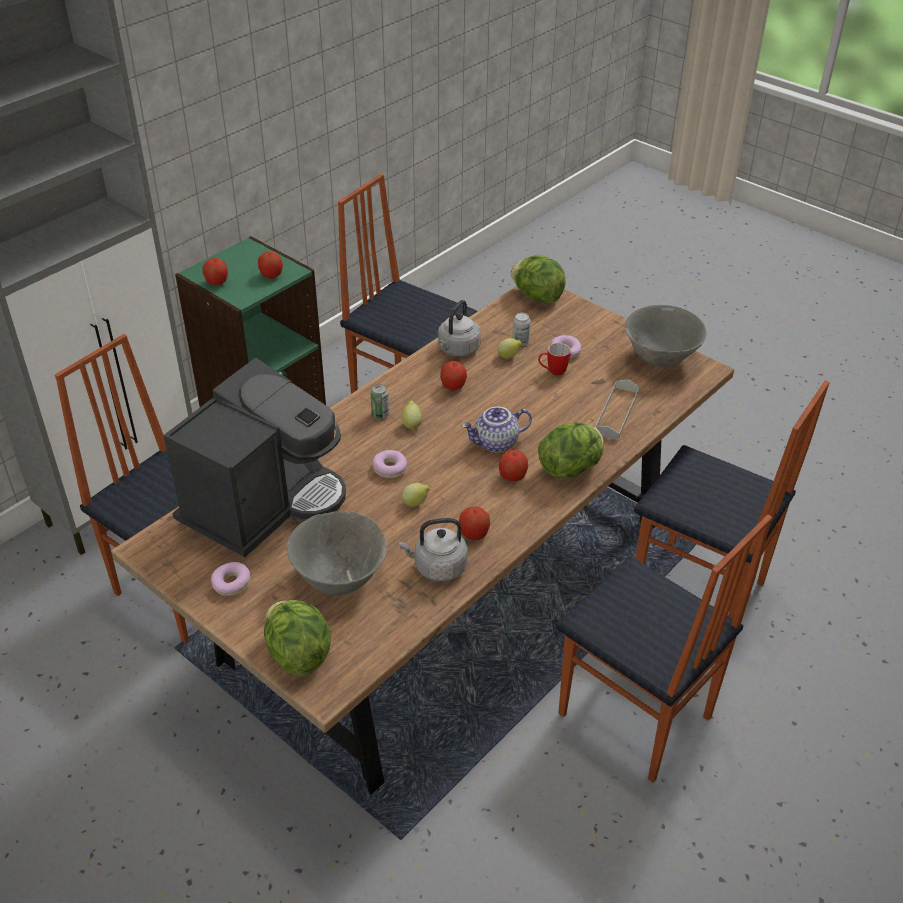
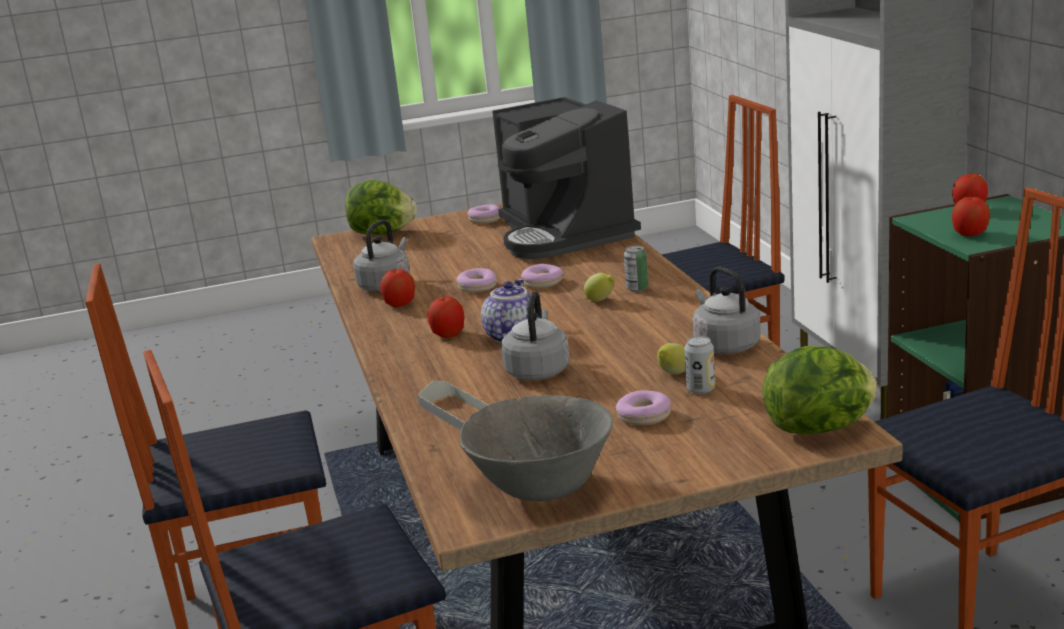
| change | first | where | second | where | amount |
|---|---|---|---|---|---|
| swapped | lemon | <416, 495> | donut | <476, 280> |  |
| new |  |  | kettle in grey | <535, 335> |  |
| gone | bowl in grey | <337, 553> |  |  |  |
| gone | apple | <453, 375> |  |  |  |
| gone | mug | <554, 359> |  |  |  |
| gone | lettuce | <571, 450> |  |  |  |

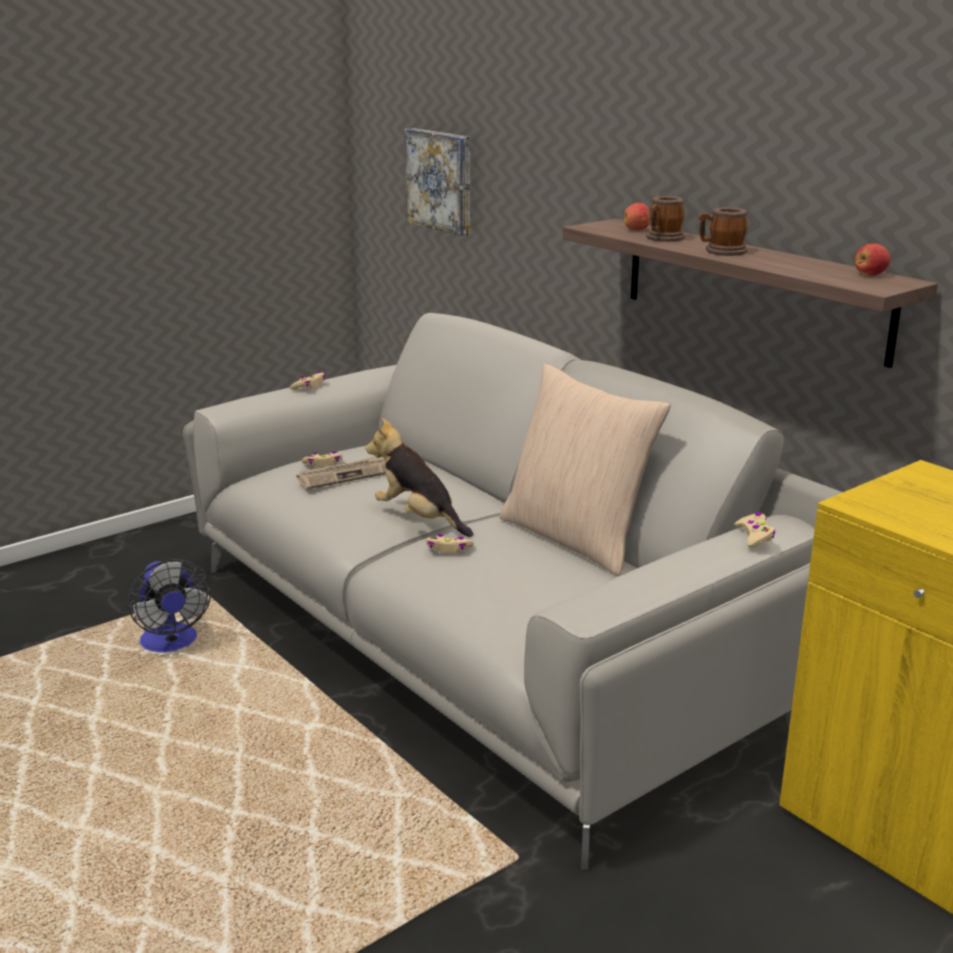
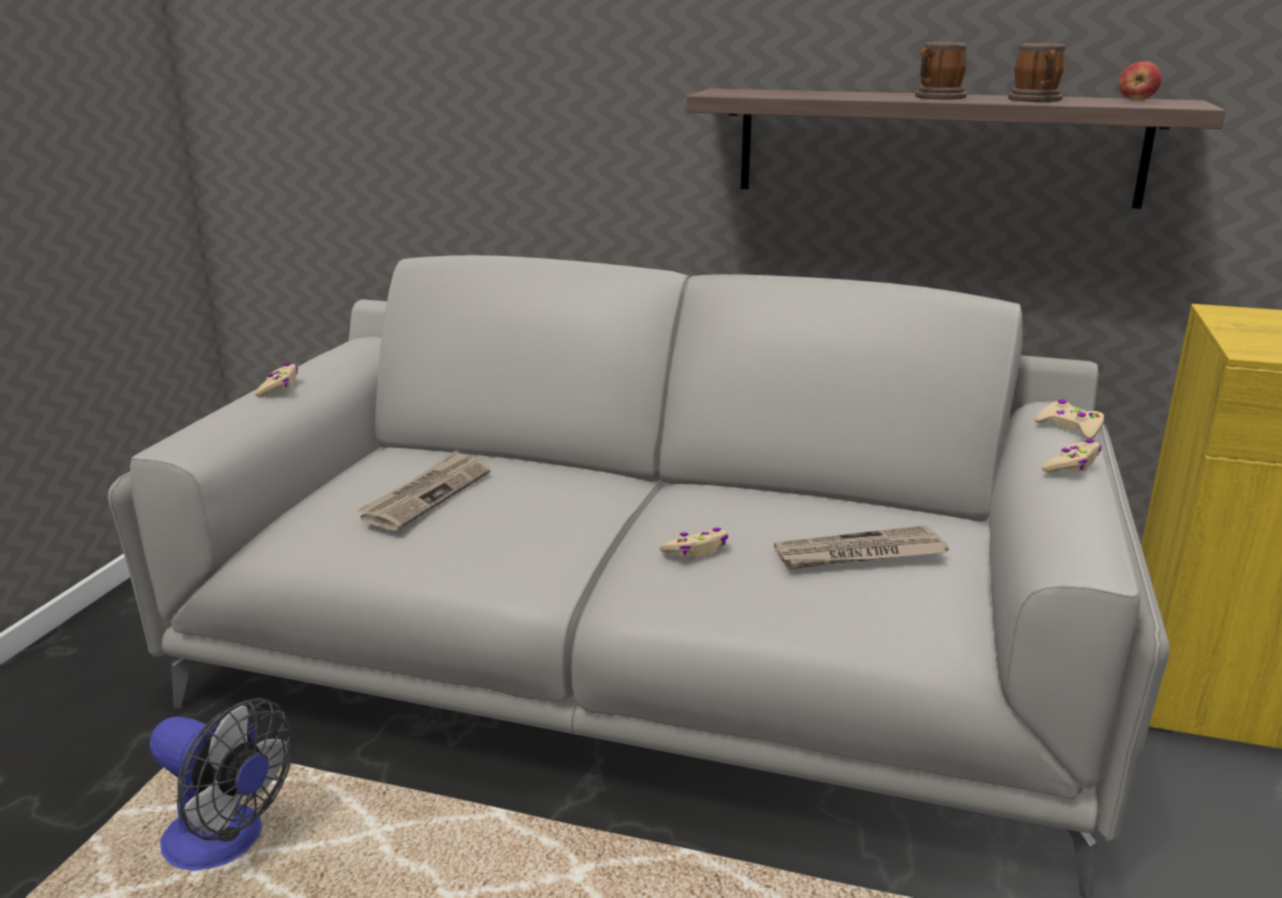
| change | first | where | second | where | amount |
|---|---|---|---|---|---|
| new |  |  | newspaper | <861, 547> |  |
| shifted | mug | <665, 219> |  | <1036, 72> |  |
| shifted | game controller in beige | <322, 459> |  | <1071, 456> |  |
| gone | plush toy | <419, 477> |  |  |  |
| gone | picture | <437, 182> |  |  |  |
| gone | pillow in beige | <585, 469> |  |  |  |
| gone | apple | <637, 216> |  |  |  |

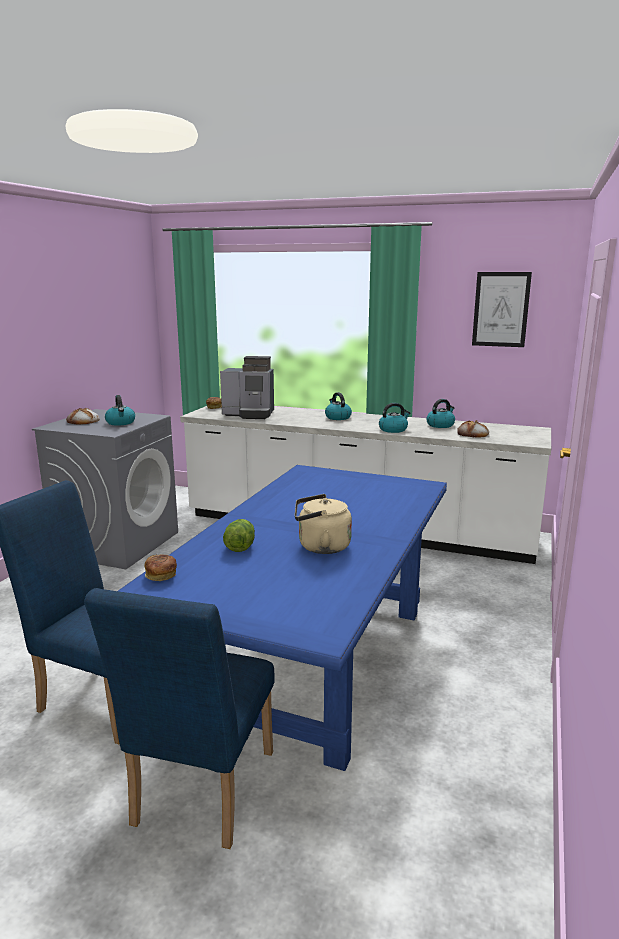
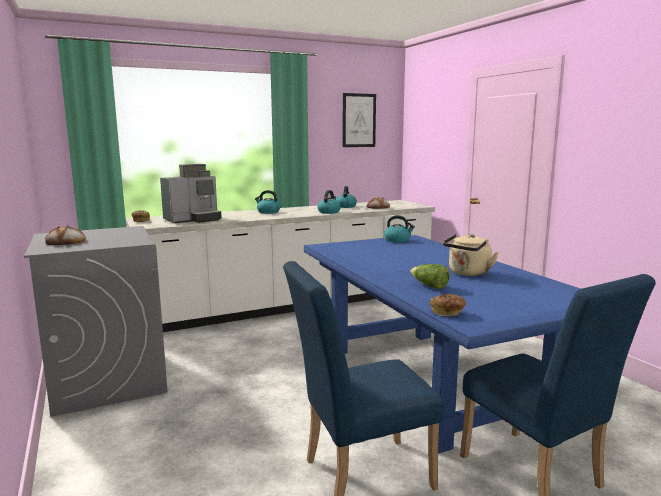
| change | first | where | second | where | amount |
|---|---|---|---|---|---|
| shifted | kettle | <120, 410> |  | <399, 229> |  |

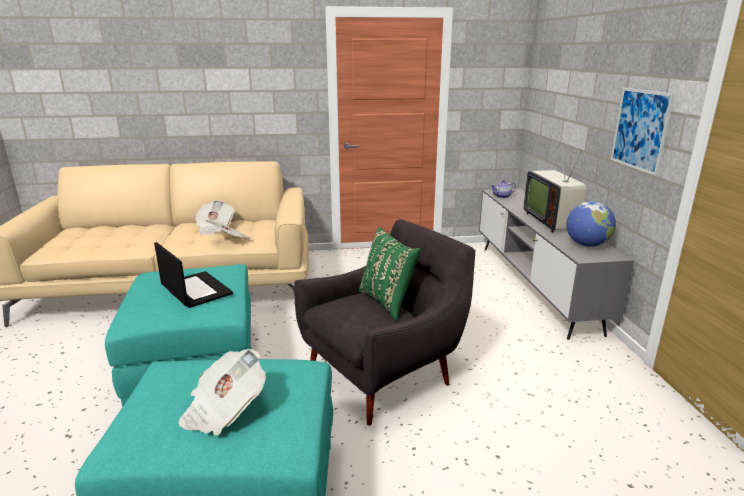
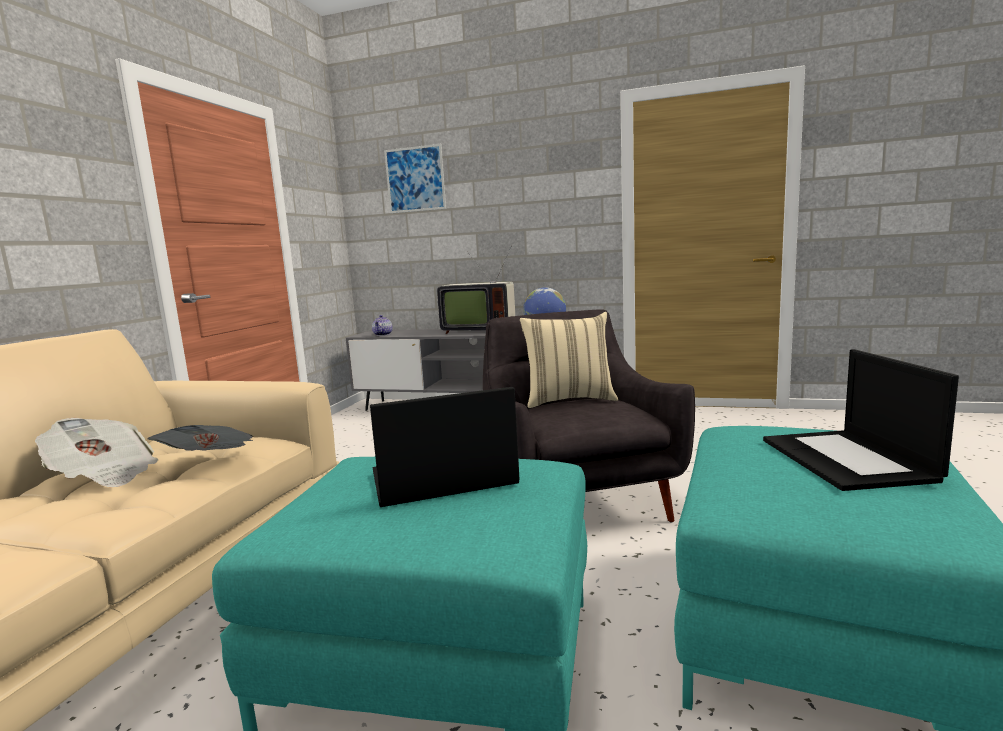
| change | first | where | second | where | amount |
|---|---|---|---|---|---|
| shifted | picture | <643, 132> |  | <415, 178> |  |
| repainted | pillow in green | <390, 273> | pillow in beige | <569, 360> |  |
| swapped | newspaper | <222, 392> | laptop | <861, 420> |  |

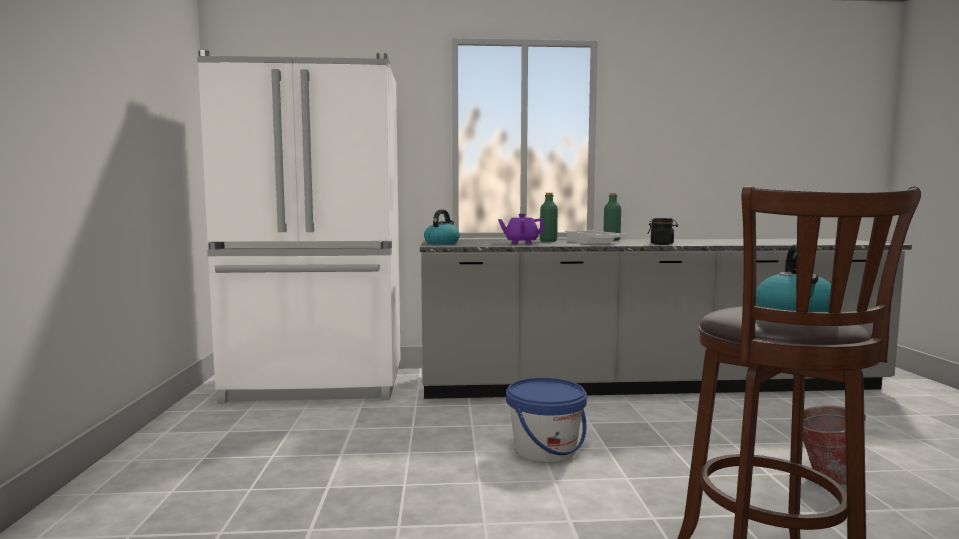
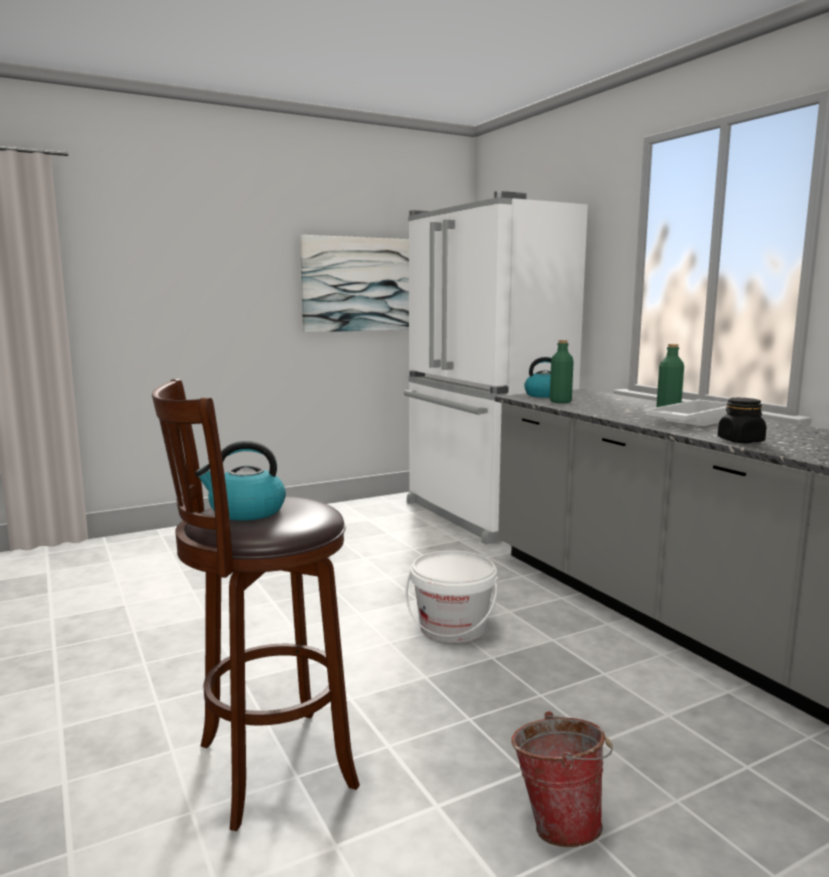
| change | first | where | second | where | amount |
|---|---|---|---|---|---|
| new |  |  | picture | <354, 283> |  |
| repainted | bucket in blue | <546, 420> | bucket in white | <451, 596> |  |
| shifted | bottle in green | <612, 217> |  | <562, 371> |  |
| gone | teapot in purple | <521, 228> |  |  |  |

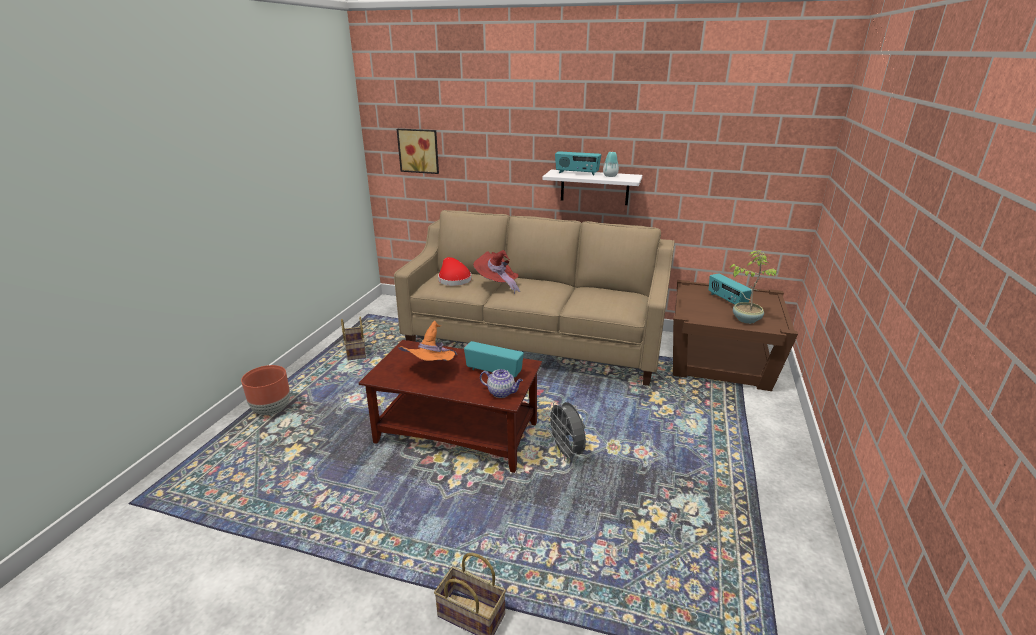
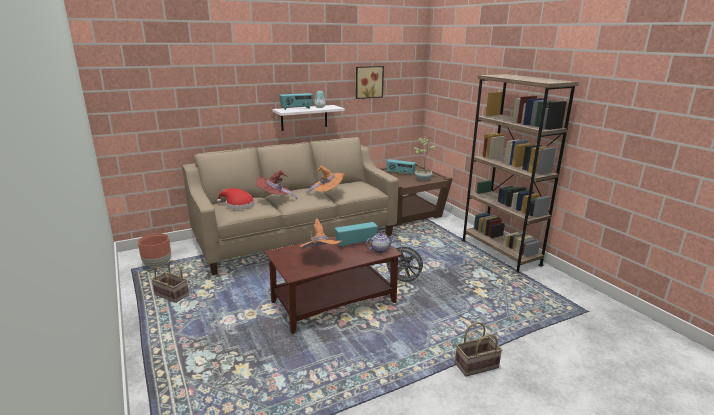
| change | first | where | second | where | amount |
|---|---|---|---|---|---|
| shifted | planter in brown | <265, 390> |  | <154, 250> |  |
| new |  |  | hat in orange | <325, 180> |  |
| shifted | picture | <418, 151> |  | <370, 82> |  |
| new |  |  | bookcase in brown | <520, 173> |  |

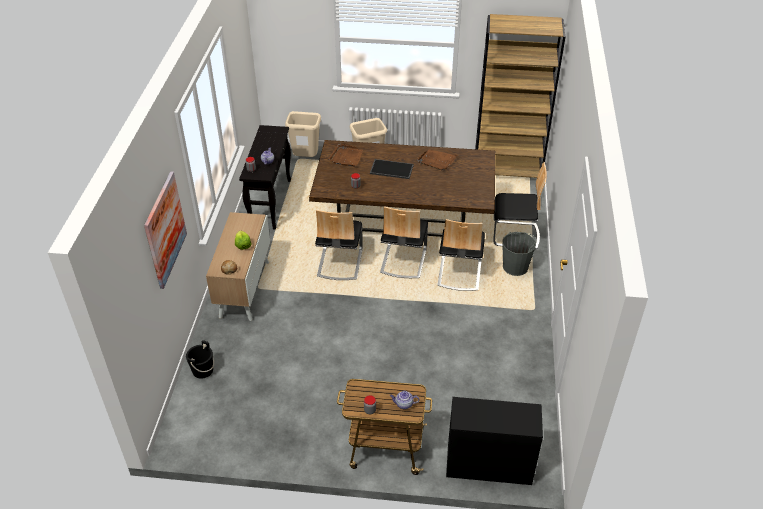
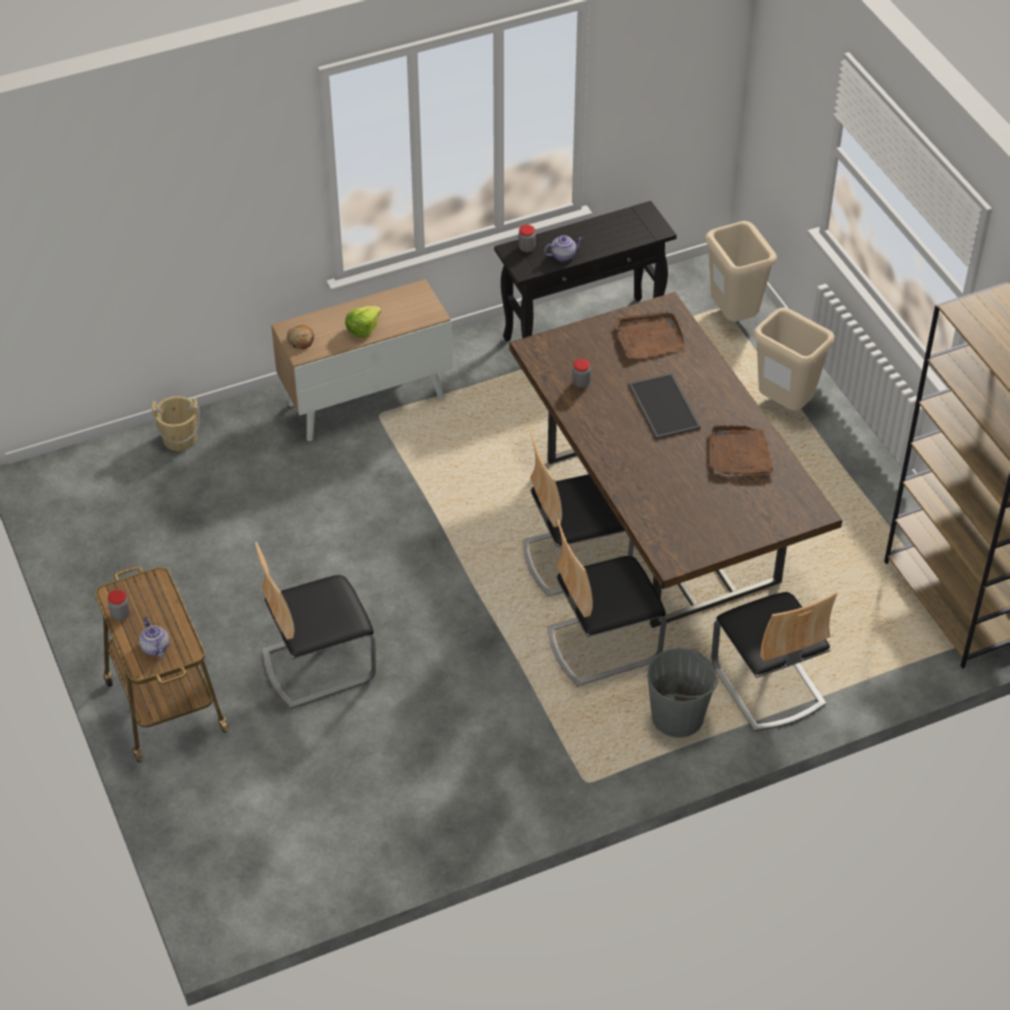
| change | first | where | second | where | amount |
|---|---|---|---|---|---|
| repainted | bucket in black | <200, 359> | bucket in beige | <175, 423> |  |
| shifted | chair | <339, 245> |  | <315, 625> |  |
| gone | picture | <165, 230> |  |  |  |
| gone | dresser in black | <494, 441> |  |  |  |

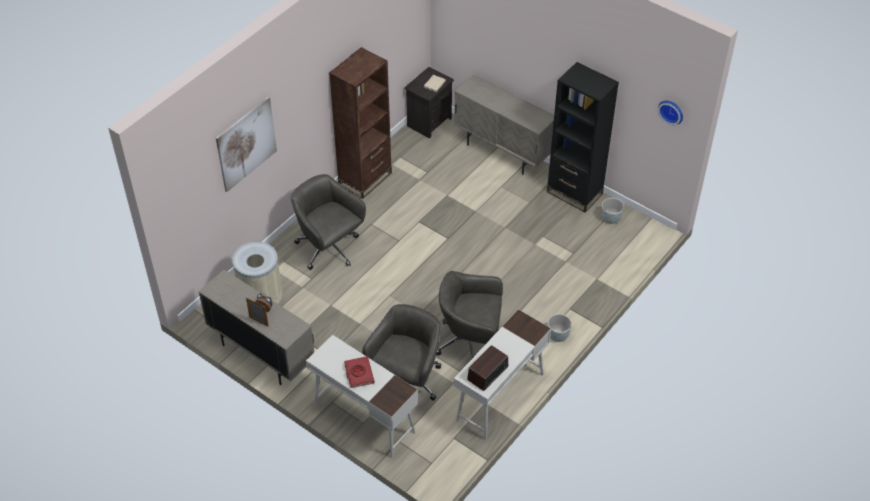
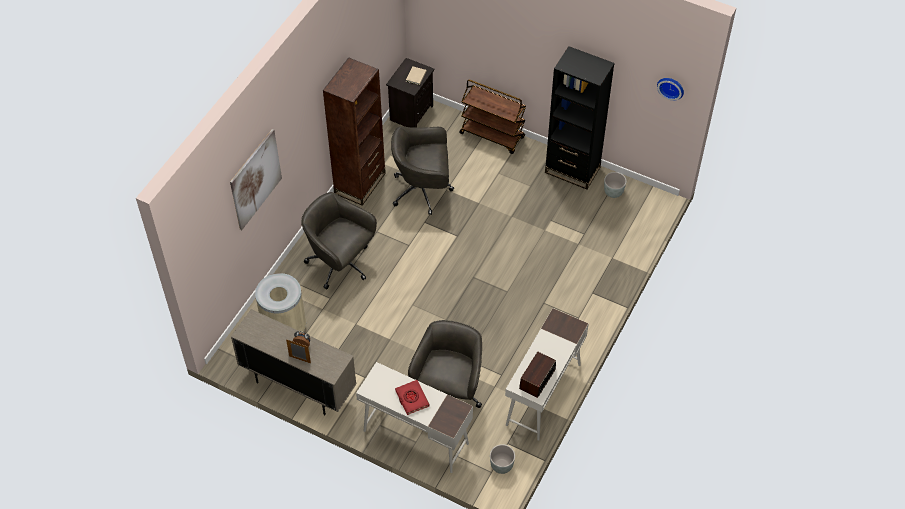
| change | first | where | second | where | amount |
|---|---|---|---|---|---|
| shifted | office chair in grey | <469, 314> |  | <422, 170> |  |
| swapped | cabinet in beige | <504, 125> | cart in brown | <492, 116> |  |
| shifted | planter in grey | <560, 328> |  | <502, 459> |  |

